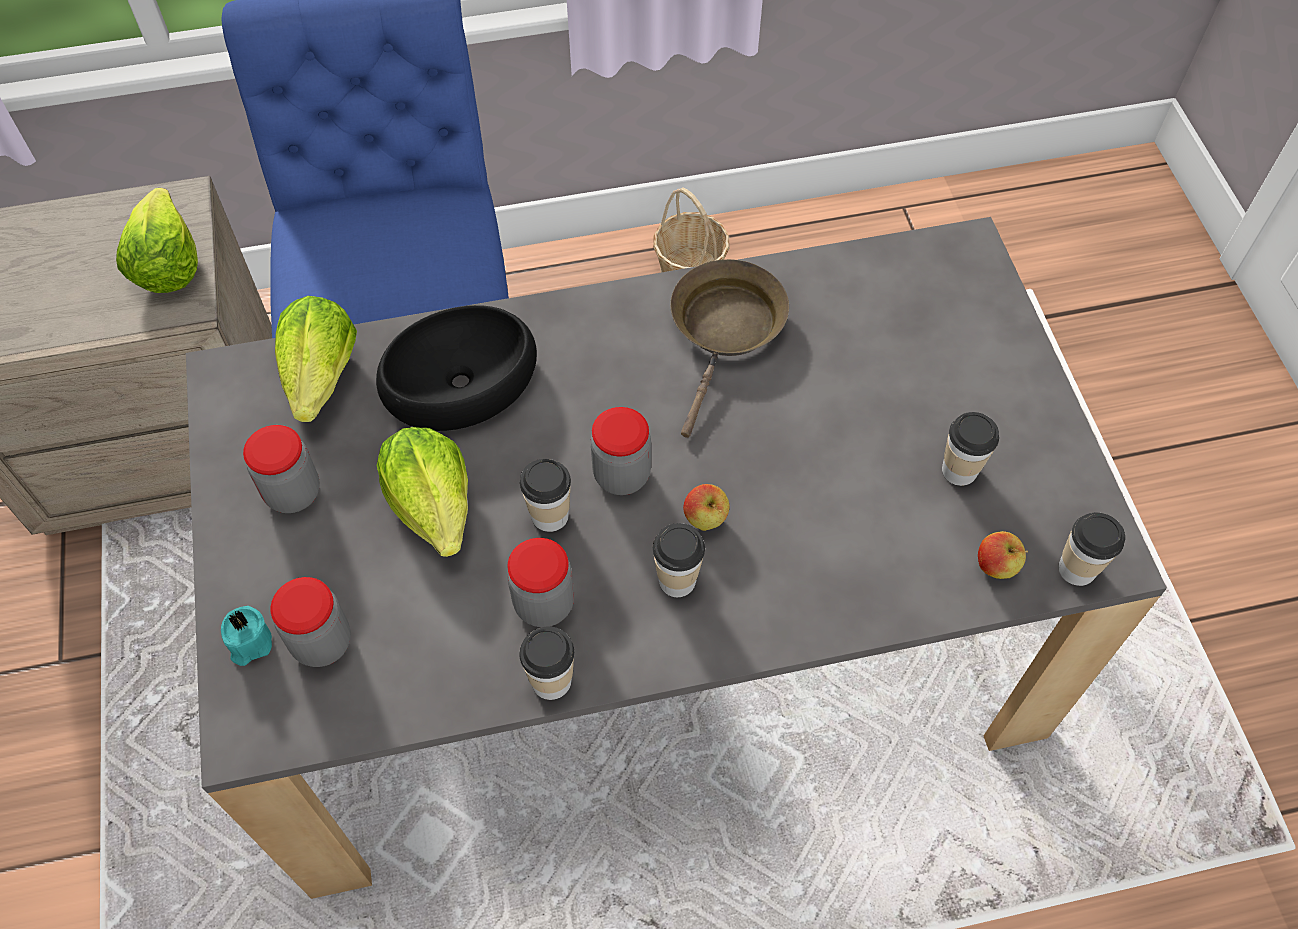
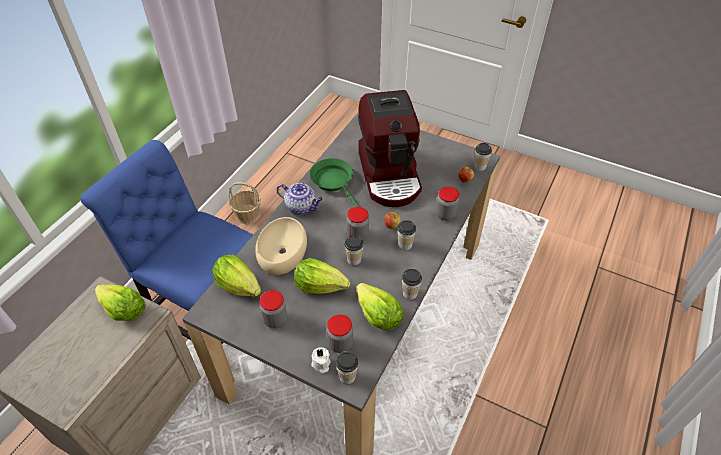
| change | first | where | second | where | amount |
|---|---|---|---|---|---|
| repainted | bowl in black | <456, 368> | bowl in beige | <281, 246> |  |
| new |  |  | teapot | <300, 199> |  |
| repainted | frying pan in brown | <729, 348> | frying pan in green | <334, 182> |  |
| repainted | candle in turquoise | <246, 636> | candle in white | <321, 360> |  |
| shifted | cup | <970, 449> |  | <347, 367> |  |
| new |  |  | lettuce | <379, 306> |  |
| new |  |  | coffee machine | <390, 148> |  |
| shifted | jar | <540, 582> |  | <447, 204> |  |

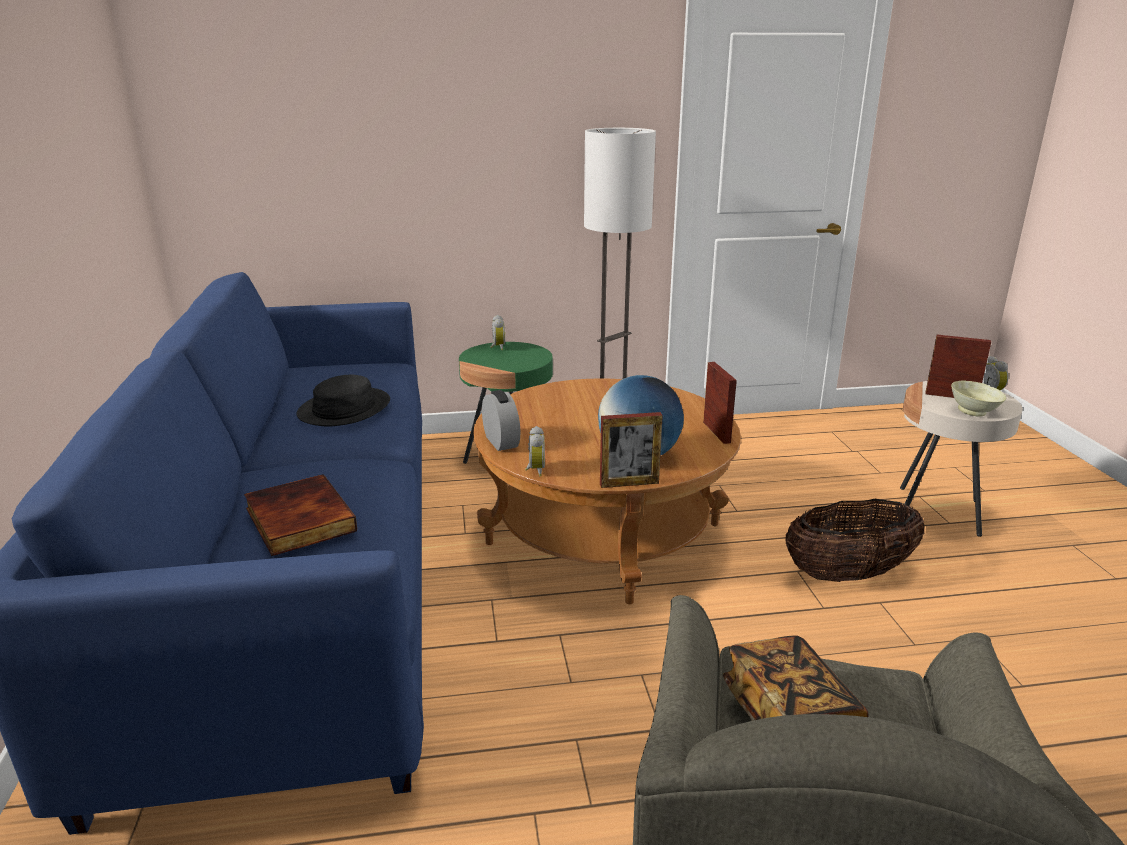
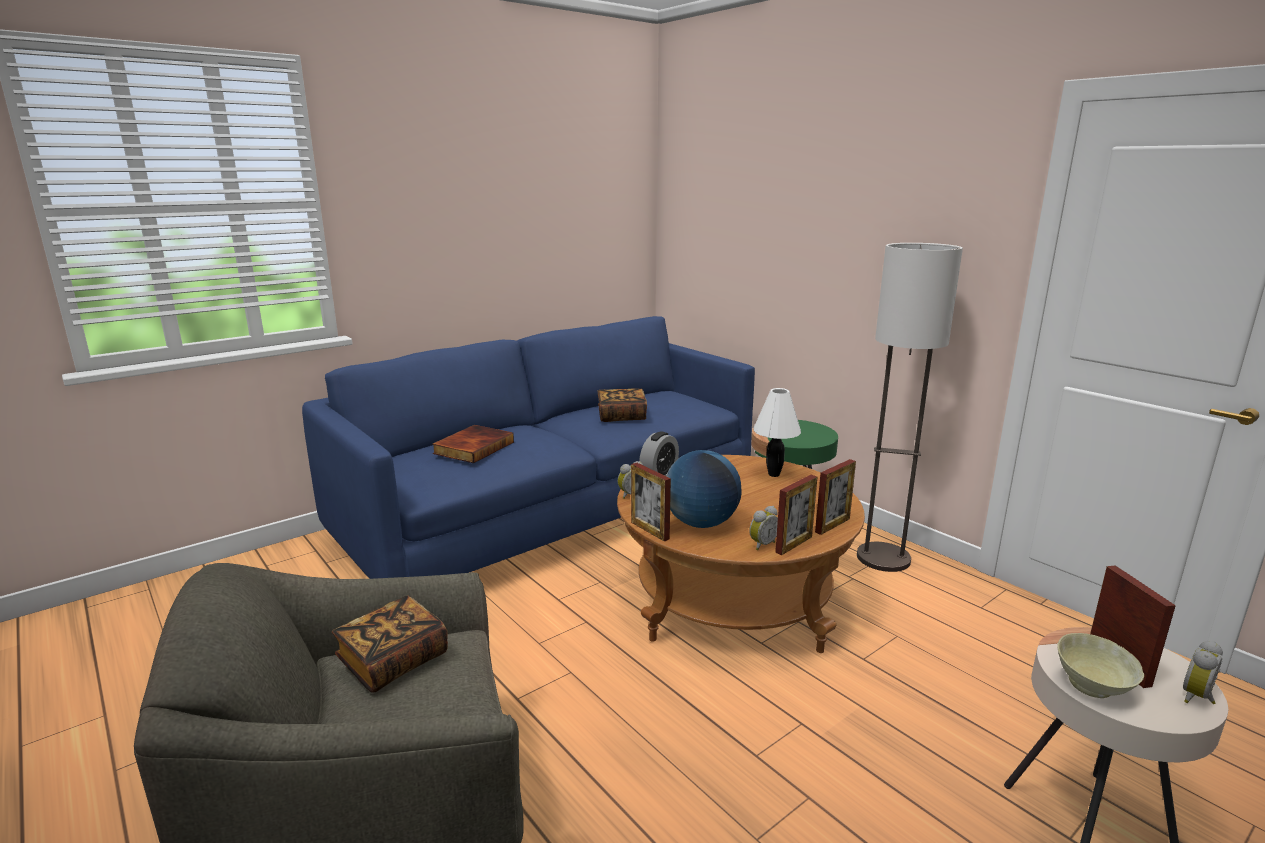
| change | first | where | second | where | amount |
|---|---|---|---|---|---|
| swapped | hat in black | <343, 401> | book | <622, 405> |  |
| shifted | alarm clock | <498, 332> |  | <763, 528> |  |
| new |  |  | table lamp in white | <777, 432> |  |
| new |  |  | picture frame | <835, 497> |  |
| gone | basket | <855, 540> |  |  |  |

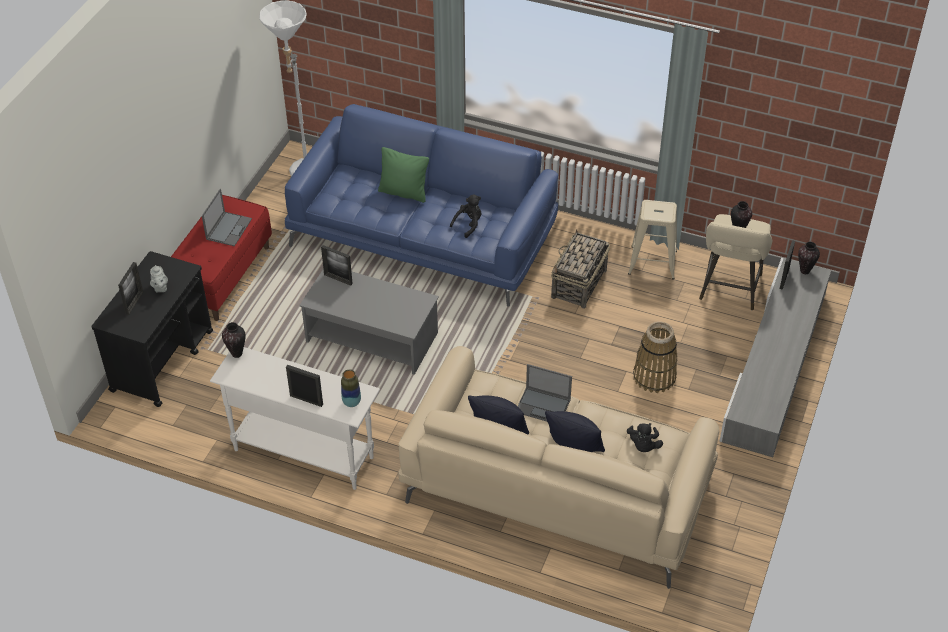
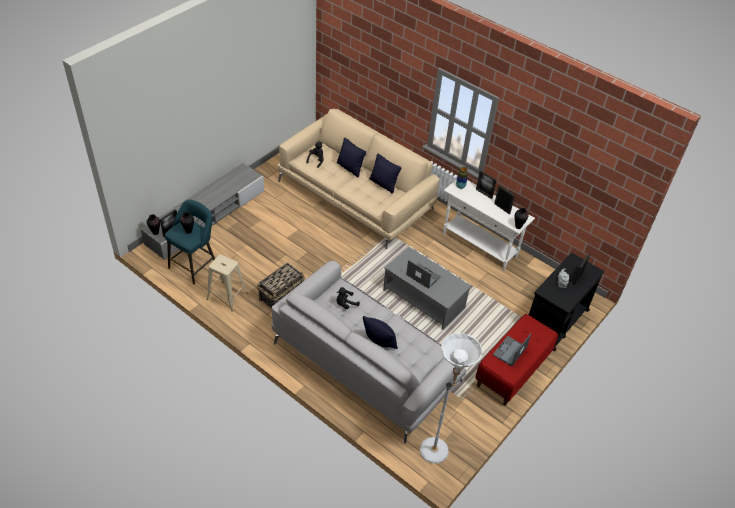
| change | first | where | second | where | amount |
|---|---|---|---|---|---|
| repainted | stool in beige | <735, 262> | stool in turquoise | <190, 242> |  |
| repainted | sofa in blue | <421, 205> | sofa in grey | <369, 352> |  |
| repainted | pillow in green | <403, 175> | pillow in black | <380, 332> |  |
| shifted | laptop | <545, 392> |  | <423, 274> |  |
| shifted | picture frame | <337, 265> |  | <504, 199> |  |
| gone | basket | <655, 357> |  |  |  |

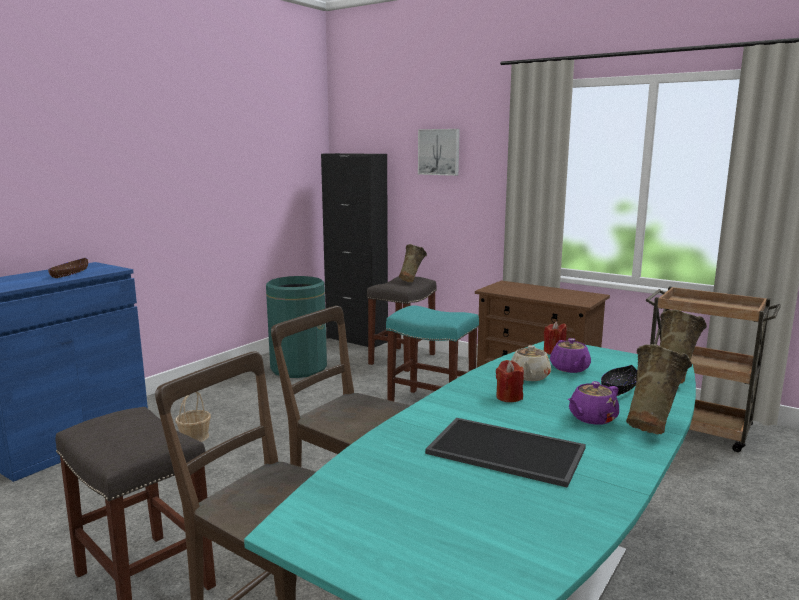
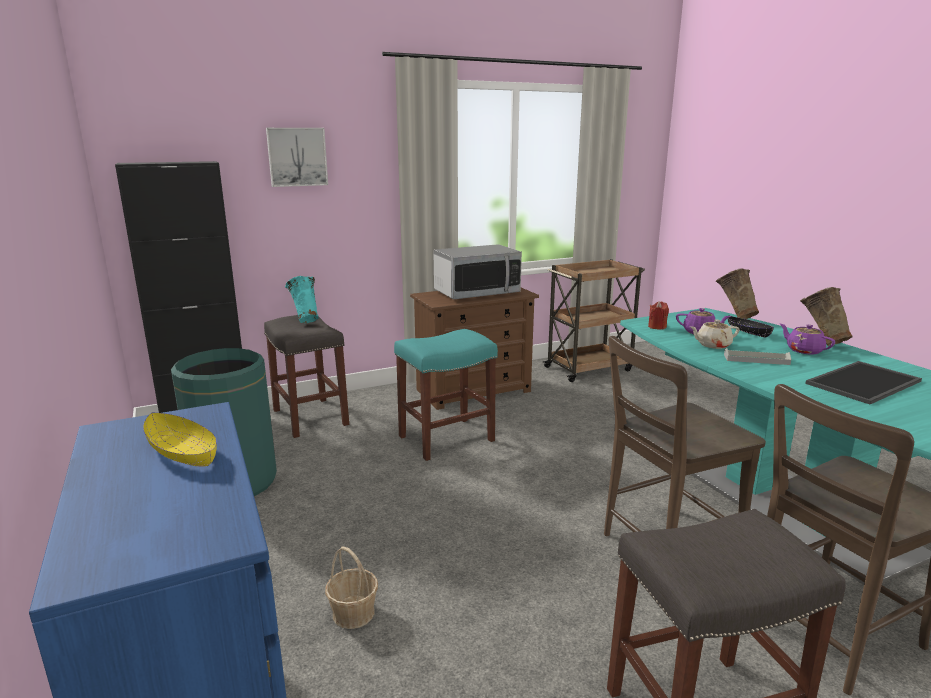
| change | first | where | second | where | amount |
|---|---|---|---|---|---|
| repainted | bowl in brown | <68, 268> | bowl in yellow | <180, 440> |  |
| repainted | vase in beige | <413, 263> | vase in turquoise | <302, 299> |  |
| new |  |  | microwave | <477, 271> |  |
| rotated | teapot in beige | <531, 363> |  | <714, 334> | 120 degrees clockwise |
| swapped | candle in red | <510, 381> | tray in grey | <757, 356> |  |
| rotated | teapot in purple | <593, 403> |  | <807, 339> | 150 degrees clockwise |

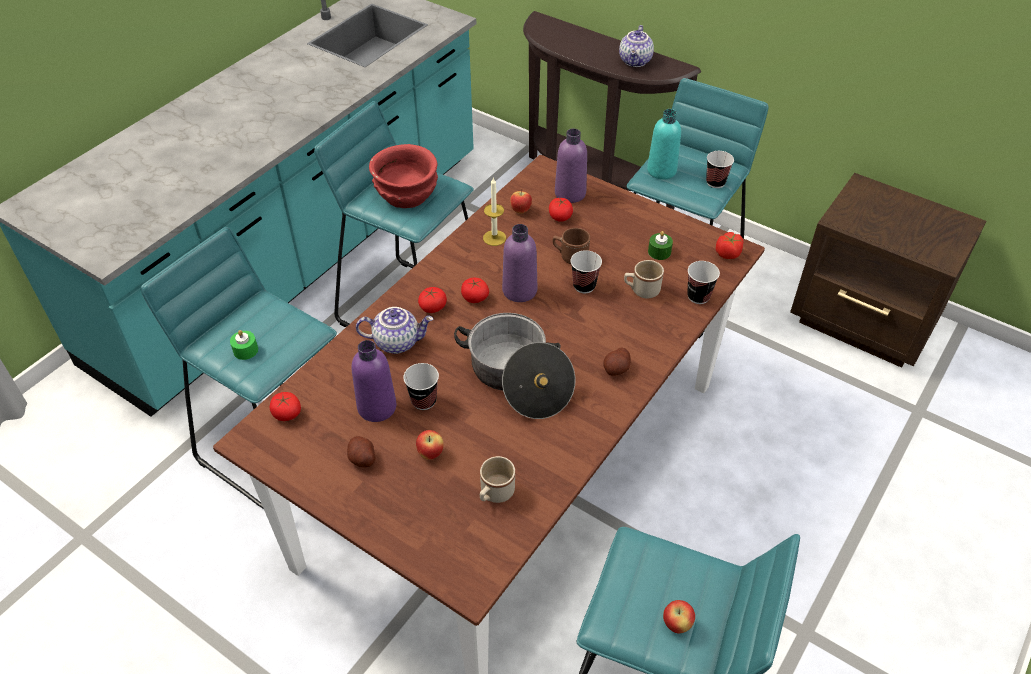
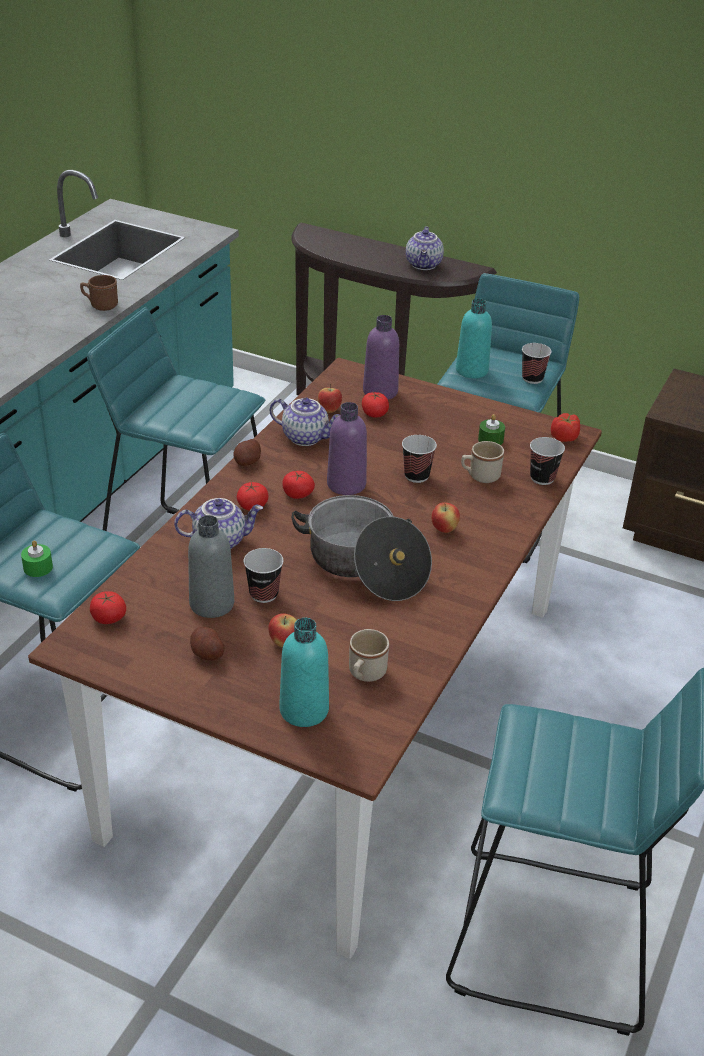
| change | first | where | second | where | amount |
|---|---|---|---|---|---|
| shifted | mug in brown | <571, 246> |  | <99, 293> |  |
| repainted | bottle in purple | <374, 381> | bottle in grey | <211, 566> |  |
| shifted | potato | <617, 362> |  | <247, 452> |  |
| swapped | candle | <494, 212> | teapot | <304, 422> |  |
| new |  |  | bottle in turquoise | <304, 672> |  |
| shifted | apple | <679, 616> |  | <445, 517> |  |
| gone | bowl in red | <403, 176> |  |  |  |

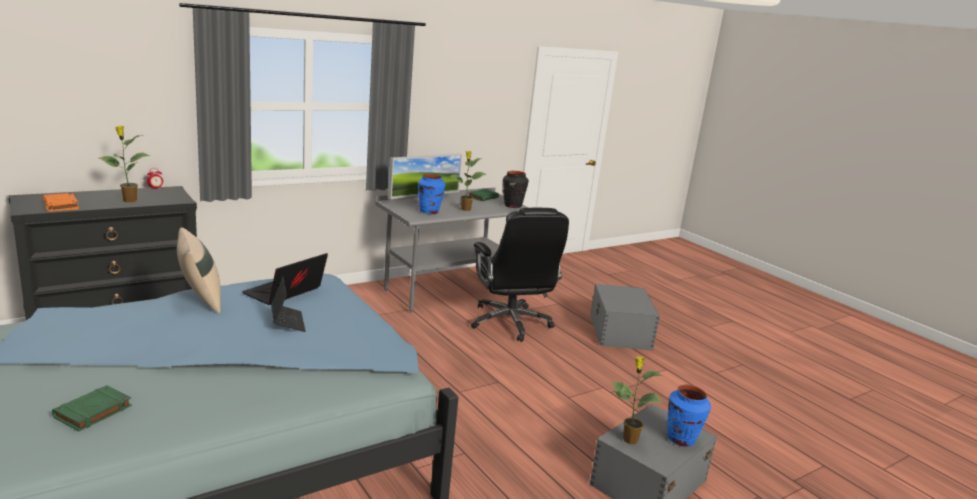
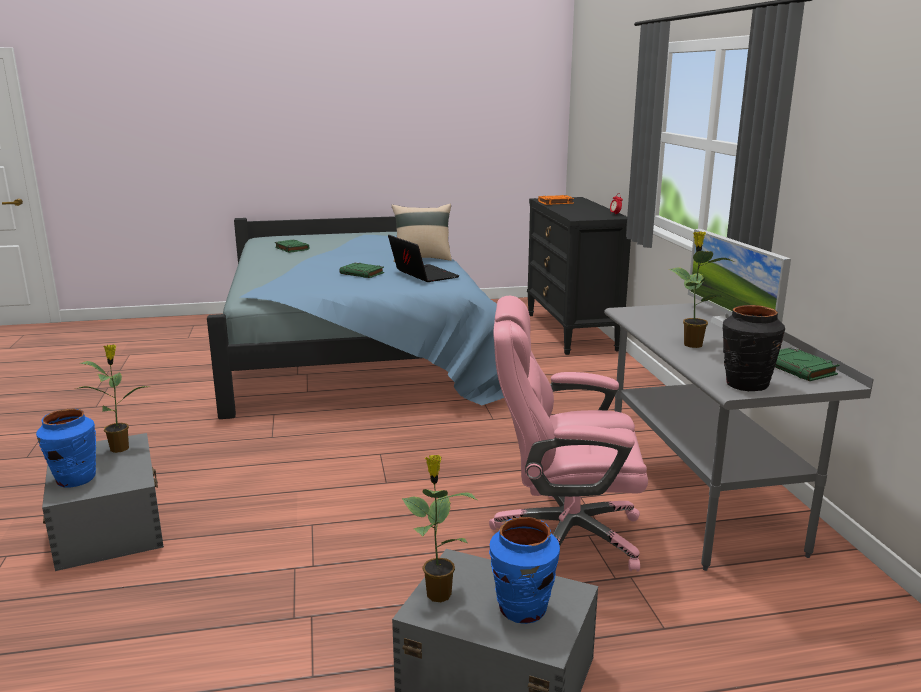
| change | first | where | second | where | amount |
|---|---|---|---|---|---|
| swapped | laptop | <288, 304> | book in green | <361, 270> |  |
| shifted | potted plant | <125, 164> |  | <439, 528> |  |
| repainted | office chair in black | <520, 275> | office chair in pink | <568, 434> |  |
| shifted | vase in blue | <431, 194> |  | <524, 570> |  |

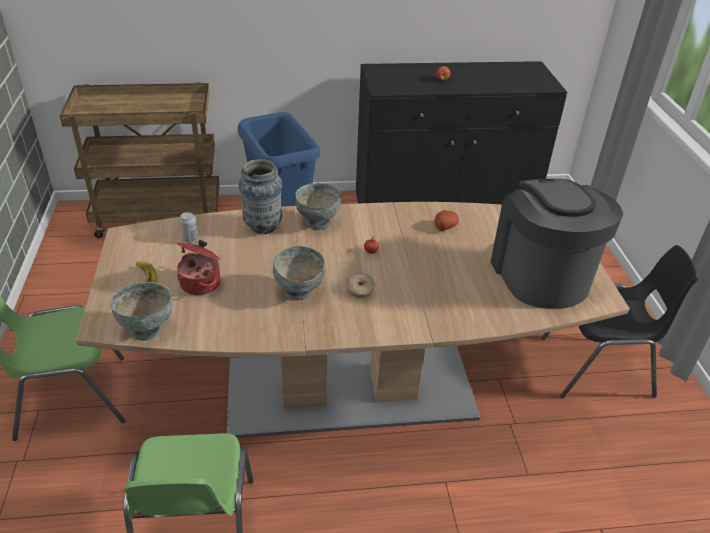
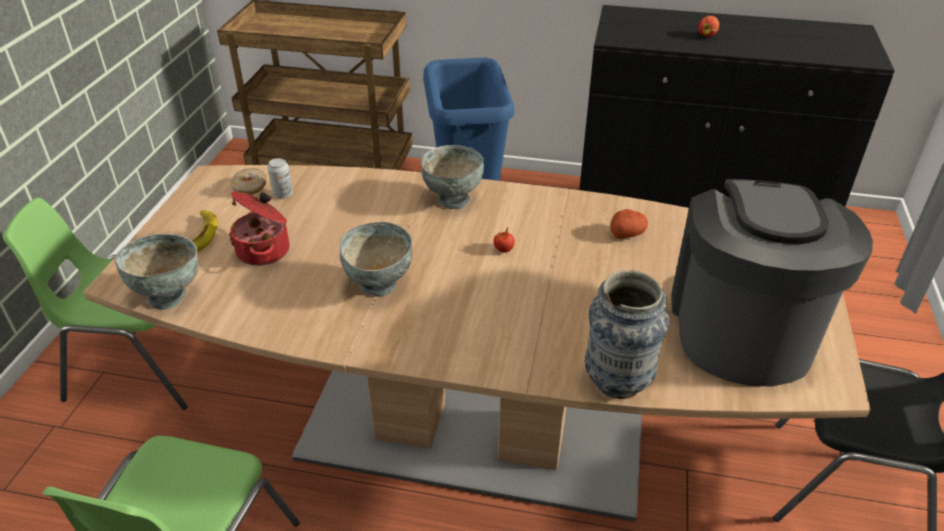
| change | first | where | second | where | amount |
|---|---|---|---|---|---|
| shifted | donut | <360, 285> |  | <248, 181> |  |
| shifted | vase | <260, 196> |  | <627, 335> |  |

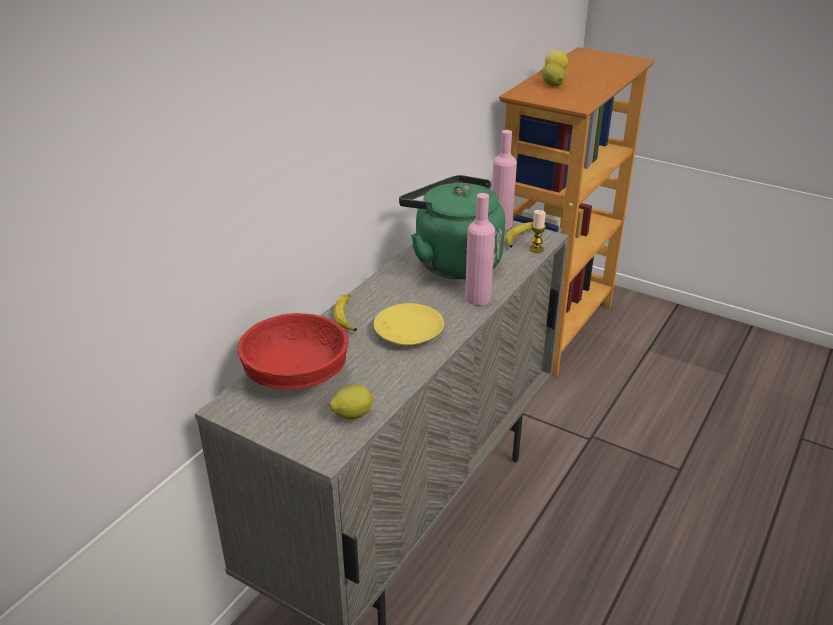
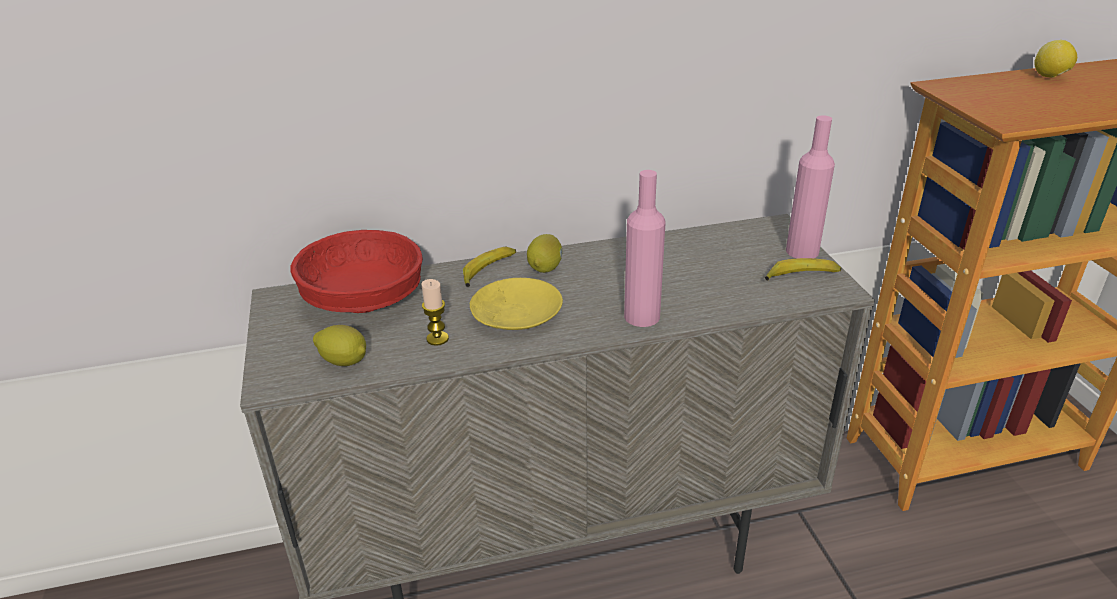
| change | first | where | second | where | amount |
|---|---|---|---|---|---|
| shifted | candle | <537, 231> |  | <435, 312> |  |
| shifted | lemon | <554, 74> |  | <544, 253> |  |
| gone | kettle in green | <452, 227> |  |  |  |

